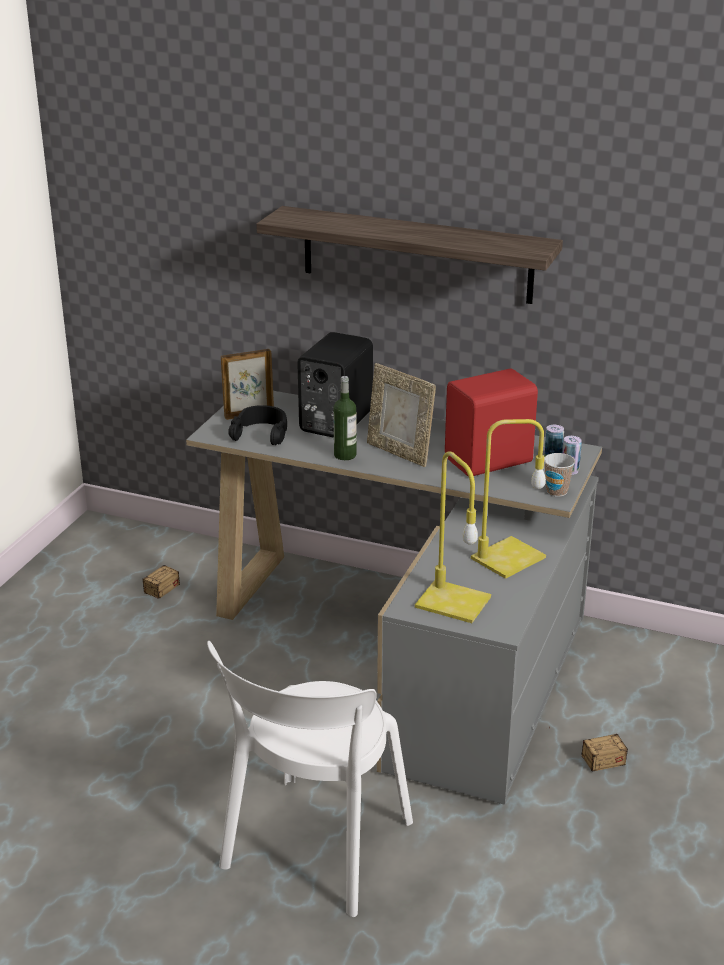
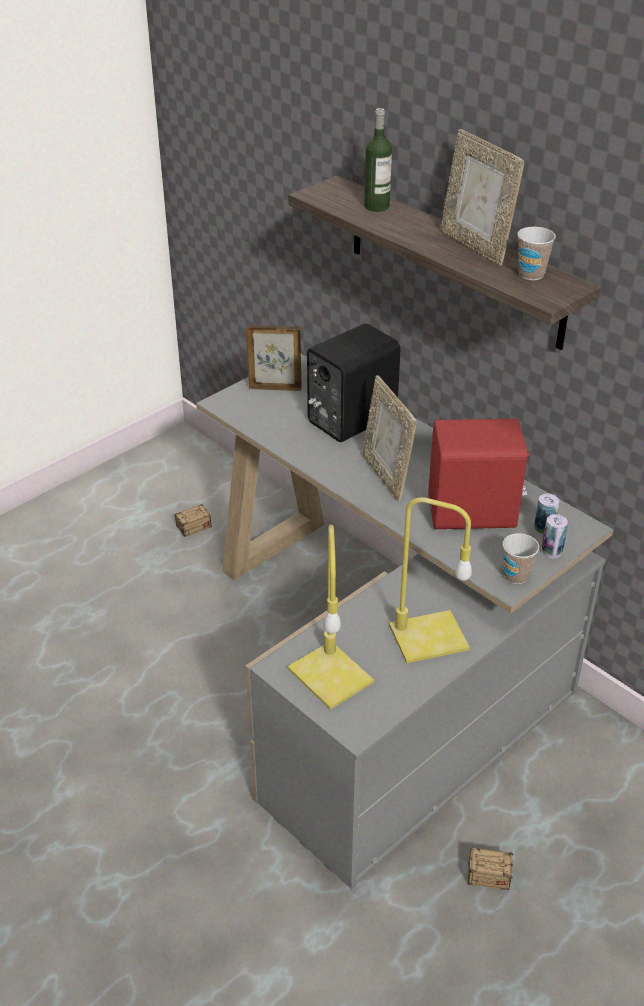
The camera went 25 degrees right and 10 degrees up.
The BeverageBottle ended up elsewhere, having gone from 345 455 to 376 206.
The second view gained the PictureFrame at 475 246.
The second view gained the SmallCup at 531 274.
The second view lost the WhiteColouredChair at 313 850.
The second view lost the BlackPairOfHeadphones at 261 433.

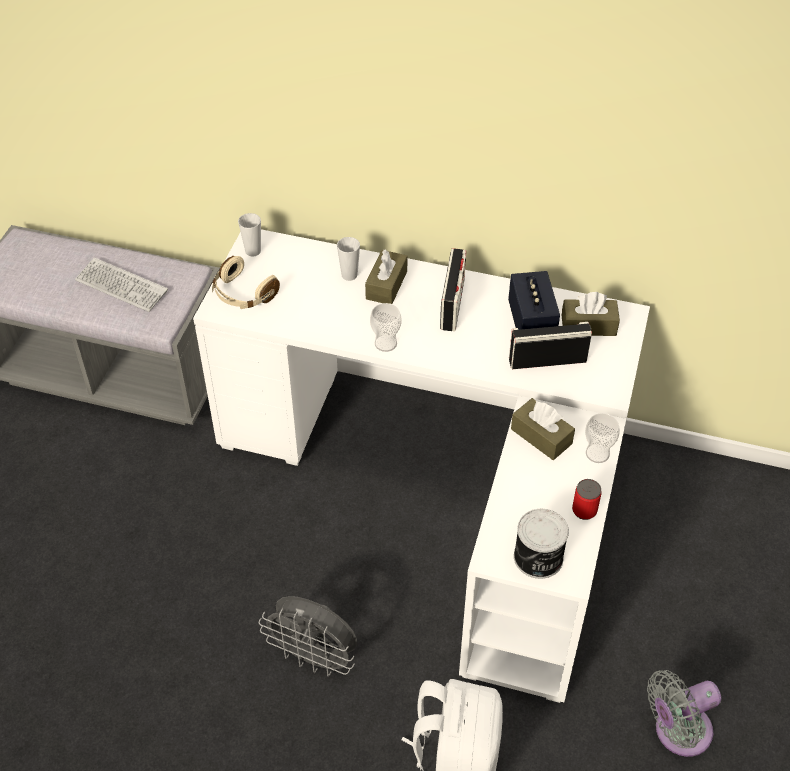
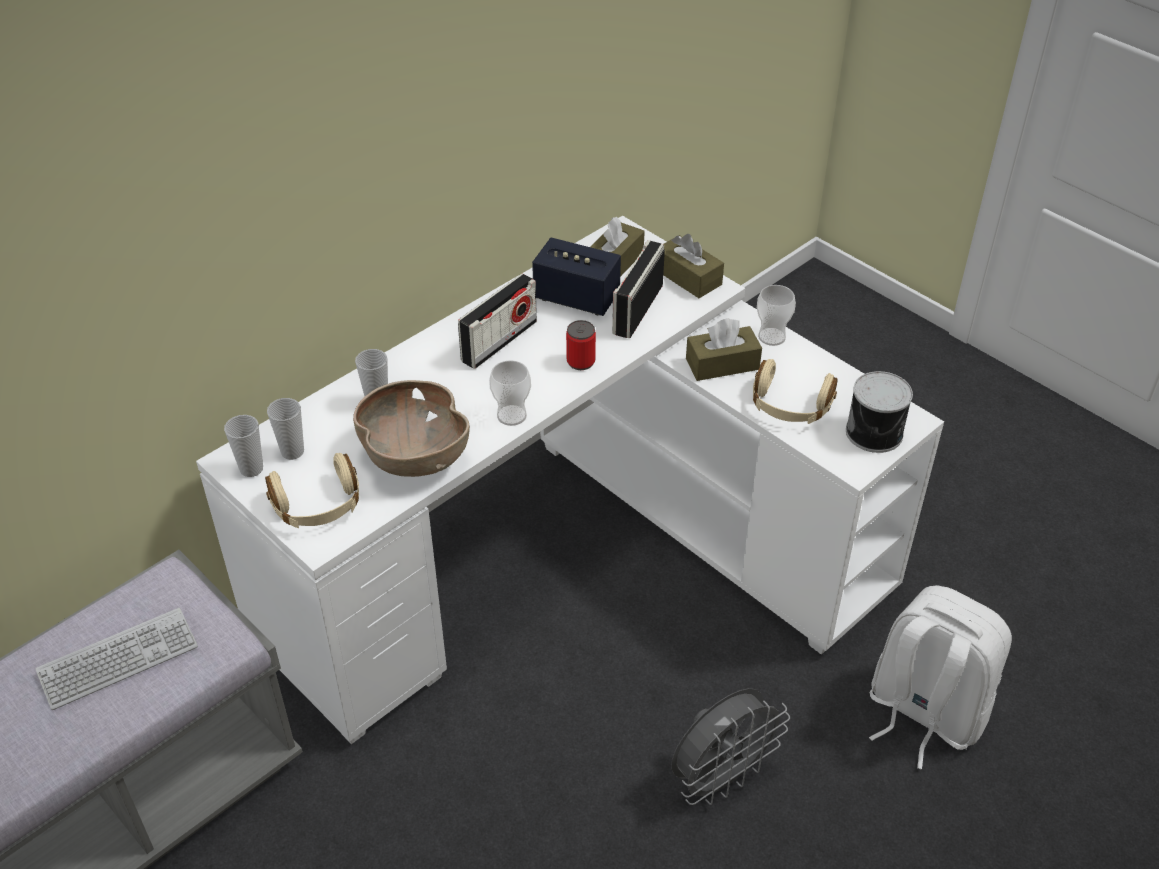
The camera went 60 degrees left and 5 degrees down.
The second view gained the SmallCup at 292 452.
The second view gained the BrownServingBowl at 414 456.
The Radio at 452 304 ended up facing another way, 90 degrees clockwise from before.
The MetalCan ended up elsewhere, having gone from 584 510 to 580 362.
The BrownTissueHolder ended up elsewhere, having gone from 386 285 to 688 277.
The second view gained the BeigeColouredPairOfHeadphones at 790 406.
The second view lost the GreyishCoolingFan at 677 732.

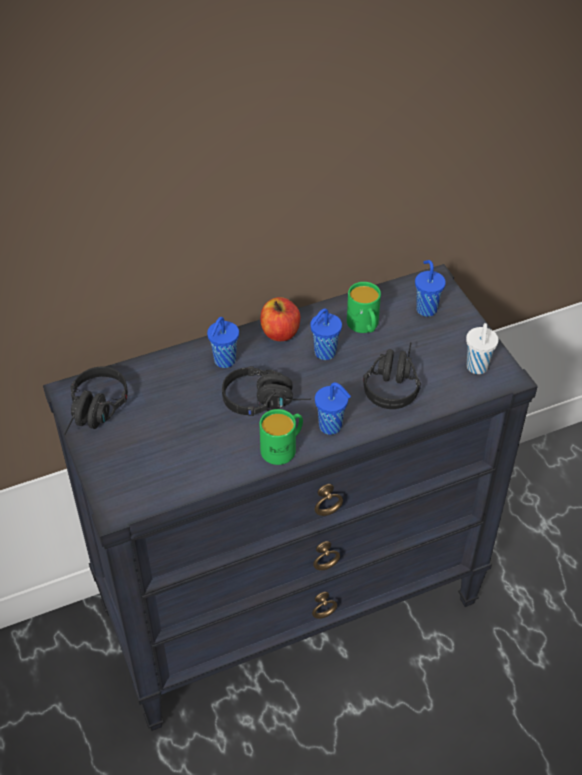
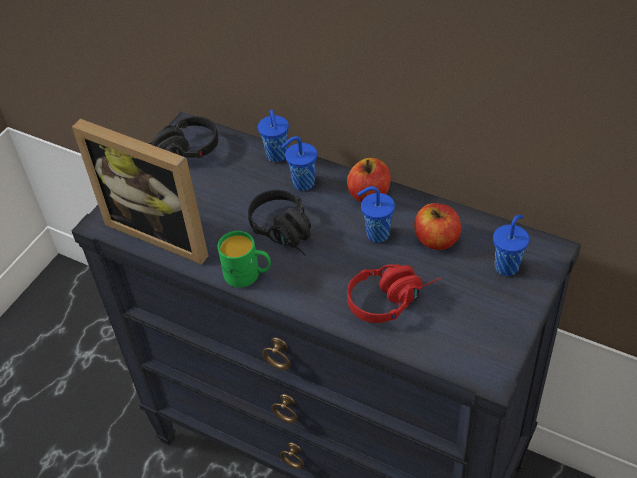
The camera went 55 degrees right and 0 degrees up.
The second view gained the PictureFrame at 164 230.
The BlueColouredSmallCup ended up elsewhere, having gone from 331 427 to 277 156.
What was the BlackPairOfHeadphones at 392 382 turned into the RedPairOfHeadphones at 393 297.
Where the GreenColouredCoffeeMug stood at 364 326, the WholeApple came to stand at 437 239.
The second view lost the WhiteColouredSmallCup at 477 368.

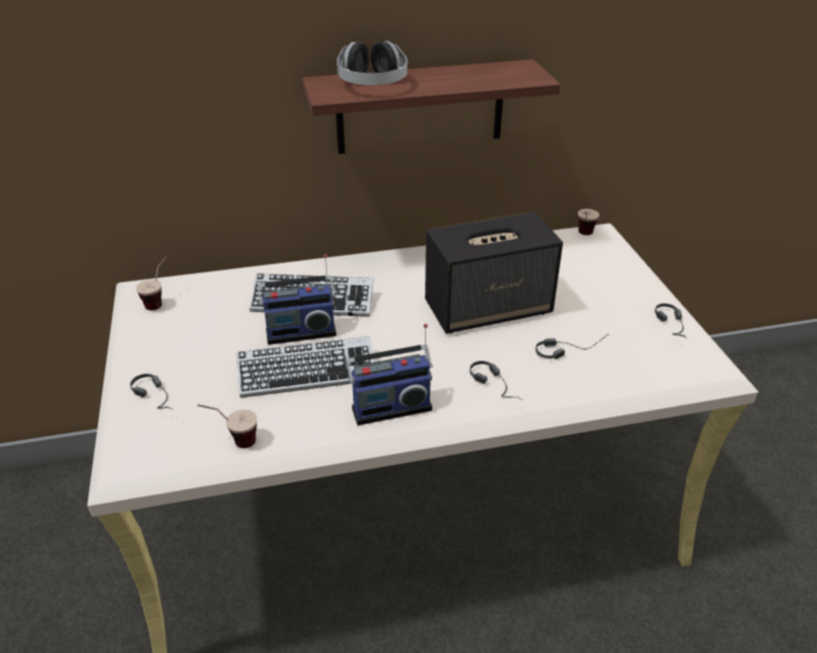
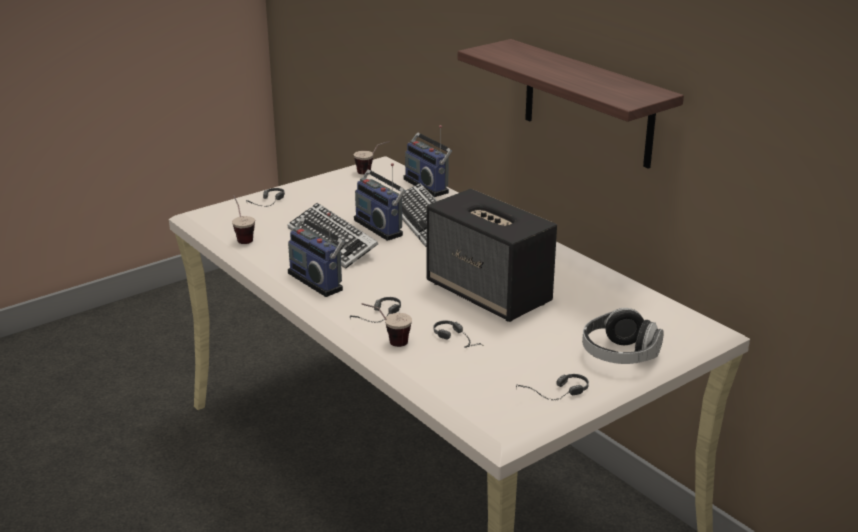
The camera went 65 degrees right and 10 degrees down.
The SmallCup ended up elsewhere, having gone from 583 236 to 387 342.
The second view gained the Radio at 428 185.
The PairOfHeadphones ended up elsewhere, having gone from 372 85 to 619 355.

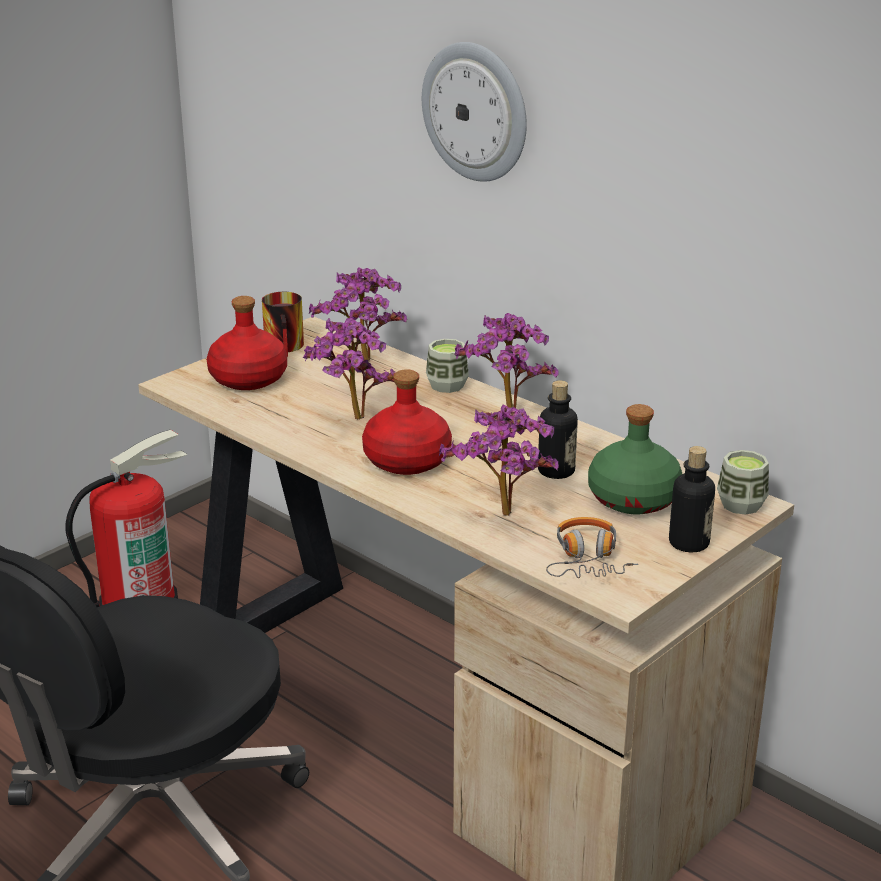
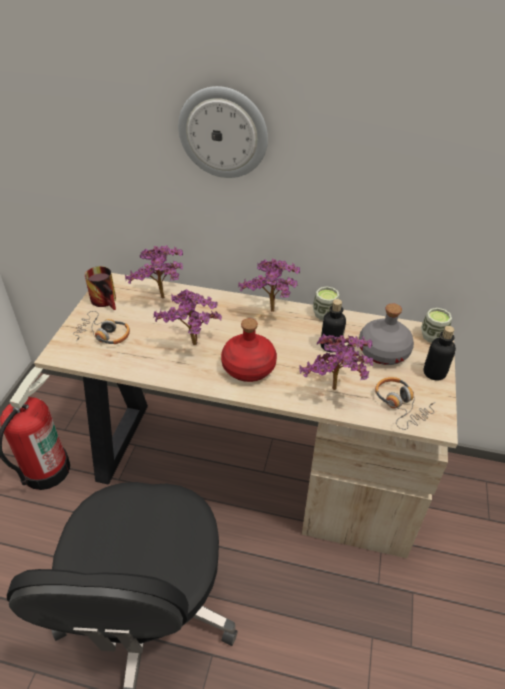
The camera went 30 degrees left and 15 degrees up.
Where the RedBeverageBottle stood at 248 379, the PairOfHeadphones came to stand at 103 334.
The SmallCup ended up elsewhere, having gone from 447 385 to 324 314.
What was the GreenColouredBeverageBottle at 634 499 turned into the GreyishBeverageBottle at 384 351.

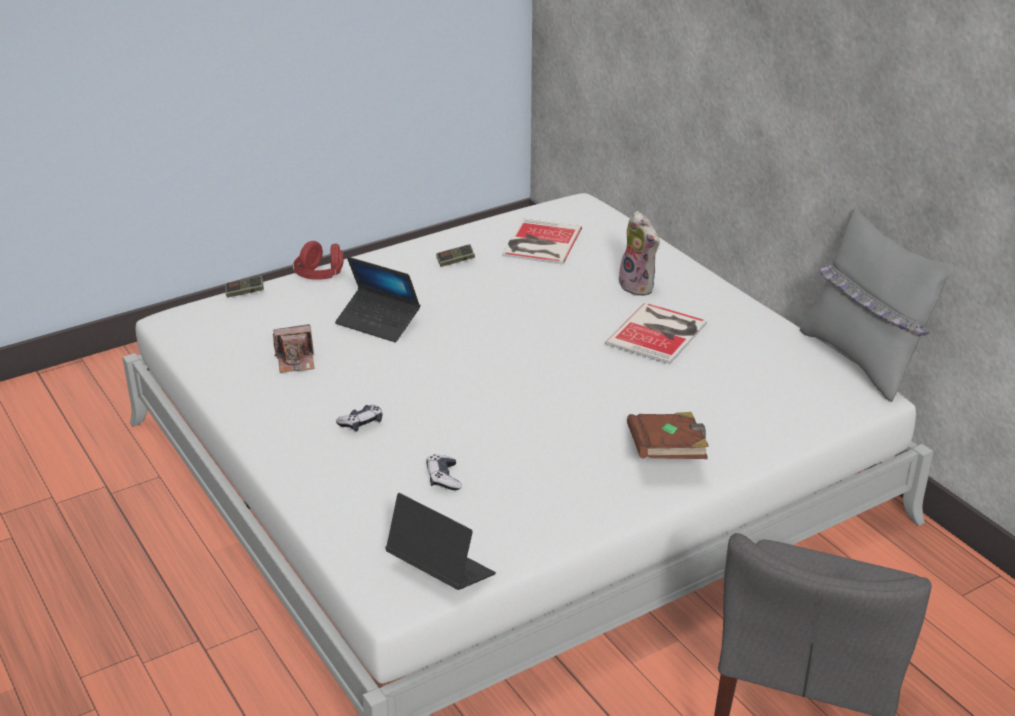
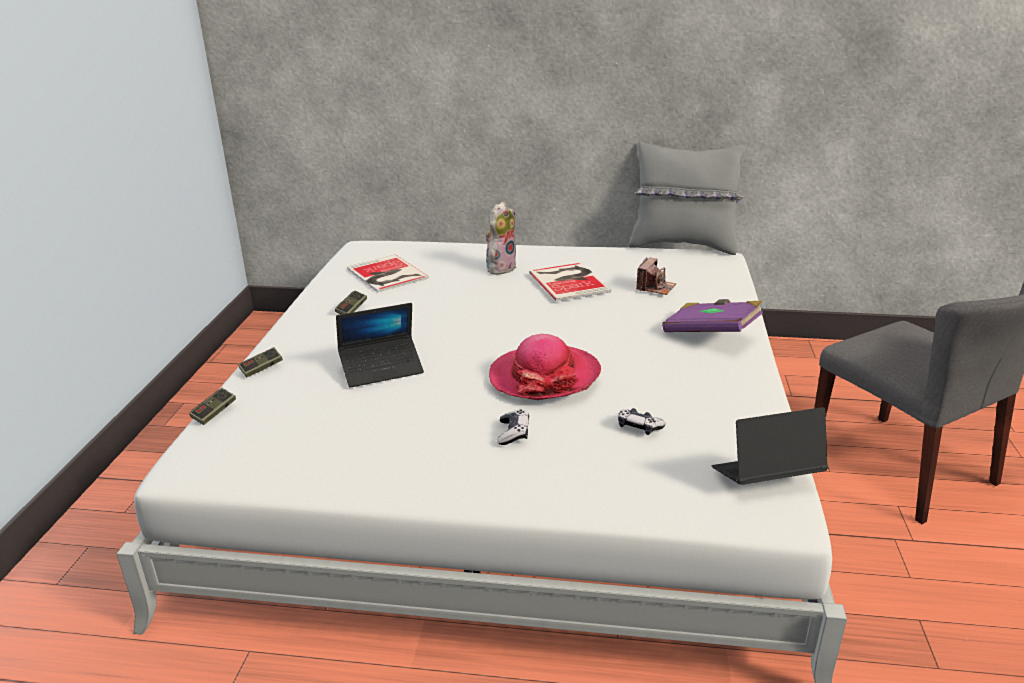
The camera went 50 degrees left and 5 degrees down.
Where the RedPairOfHeadphones stood at 320 276, the Gamepad came to stand at 261 368.
The SoftToy at 639 286 ended up facing another way, 60 degrees counterclockwise from before.
The second view gained the WearableHat at 544 376.
The PhotoCamera ended up elsewhere, having gone from 296 361 to 655 287.
What was the BrownVolume at 667 453 turned into the PurpleColouredVolume at 710 333.

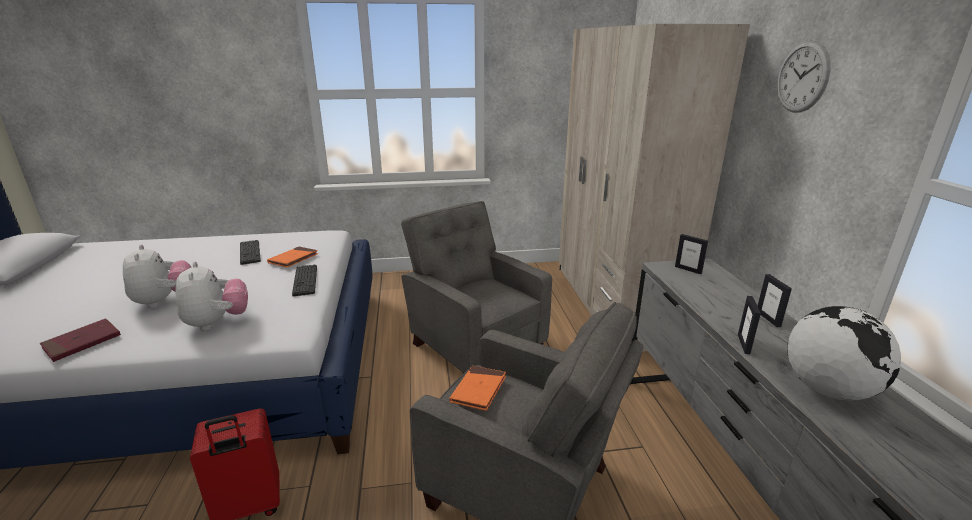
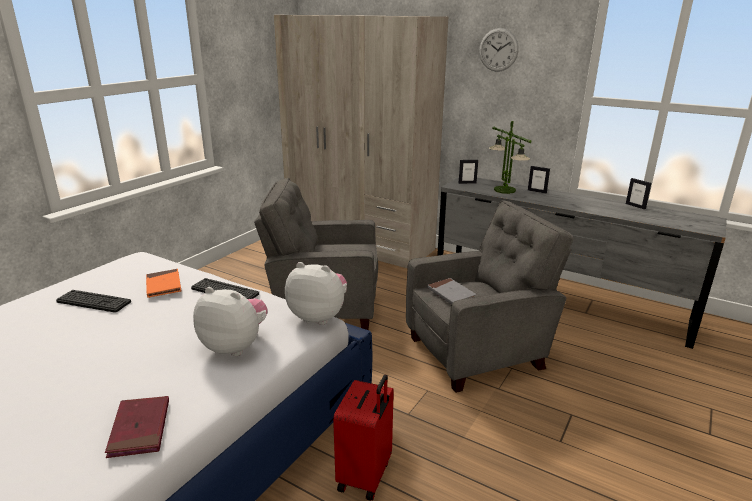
The camera went 50 degrees left and 0 degrees up.
The SoftToy ended up elsewhere, having gone from 164 301 to 319 316.
What was the OrangeColouredVolume at 478 390 turned into the GreyishVolume at 451 294.
The second view gained the TabletopLamp at 504 190.
The PictureFrame ended up elsewhere, having gone from 744 344 to 635 206.
The second view lost the WorldGlobe at 827 389.

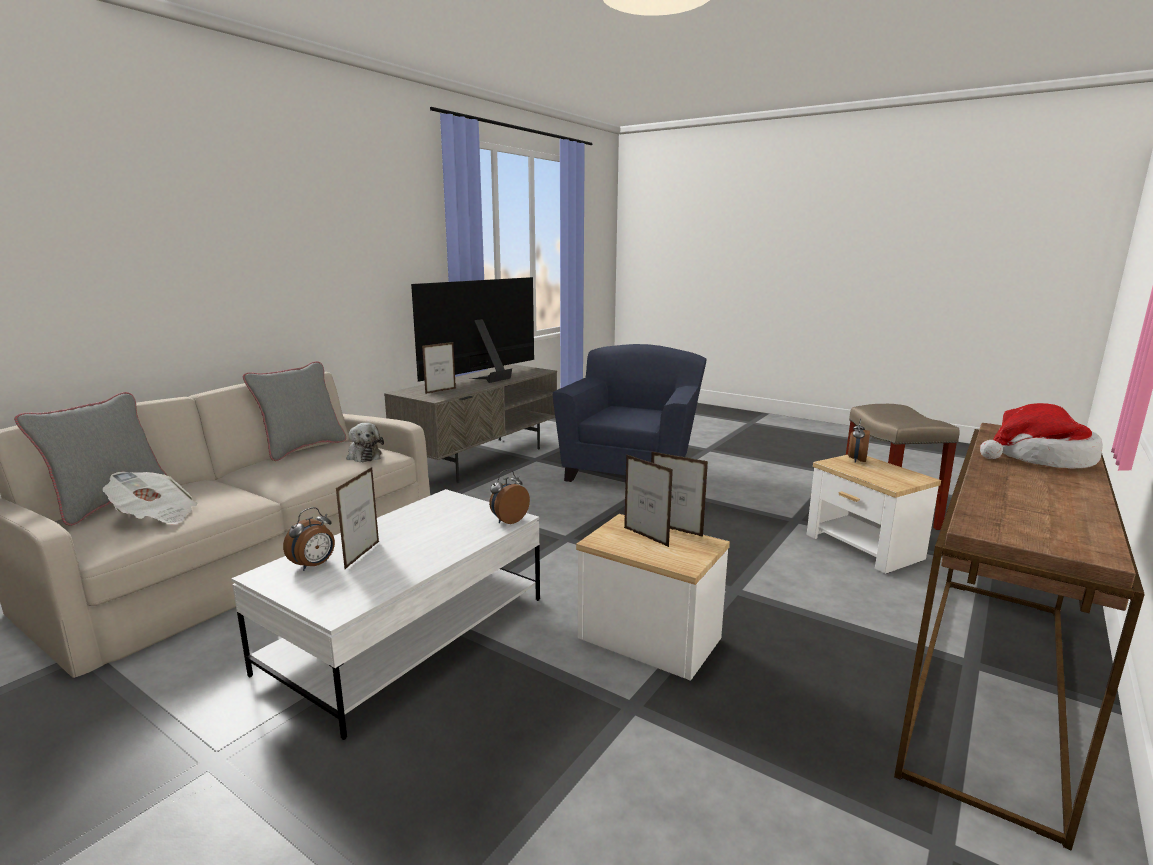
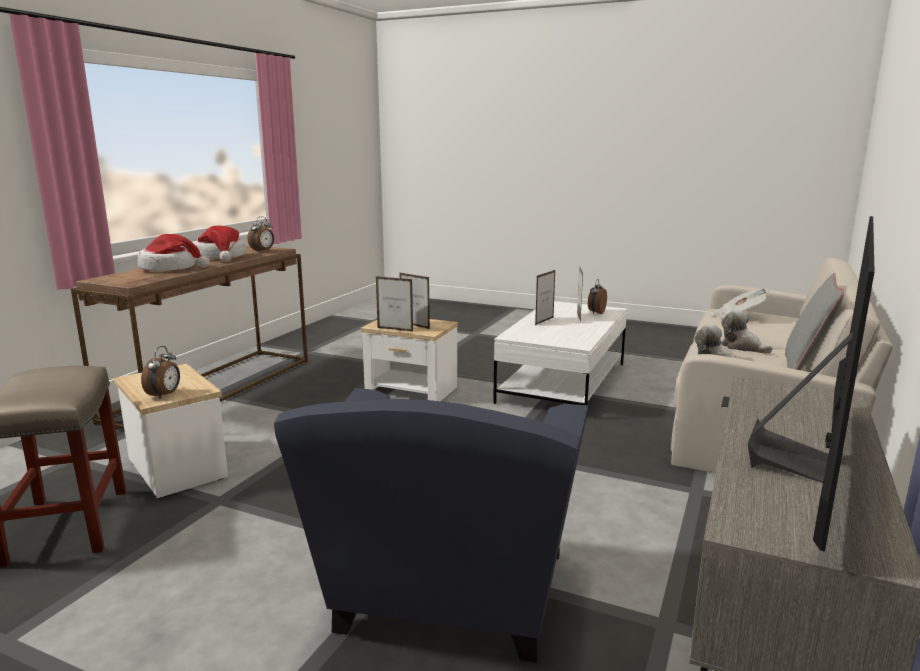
The camera went 170 degrees right and 0 degrees up.
The second view gained the WearableHat at 221 257.
The TableClock ended up elsewhere, having gone from 508 520 to 263 251.
The PictureFrame ended up elsewhere, having gone from 440 391 to 544 321.
The second view gained the SoftToy at 742 347.
The second view lost the GreyishPillow at 111 504.

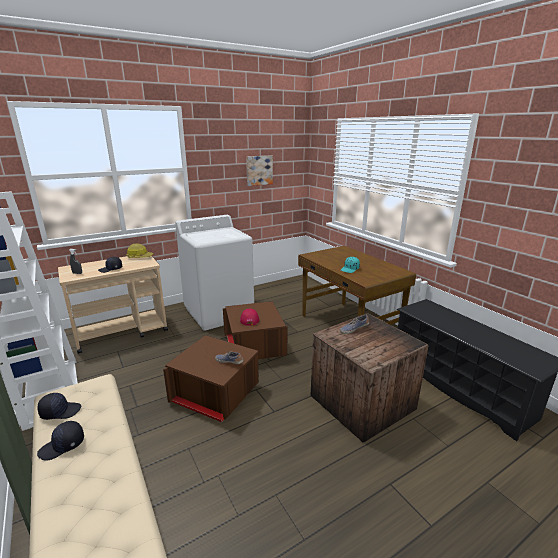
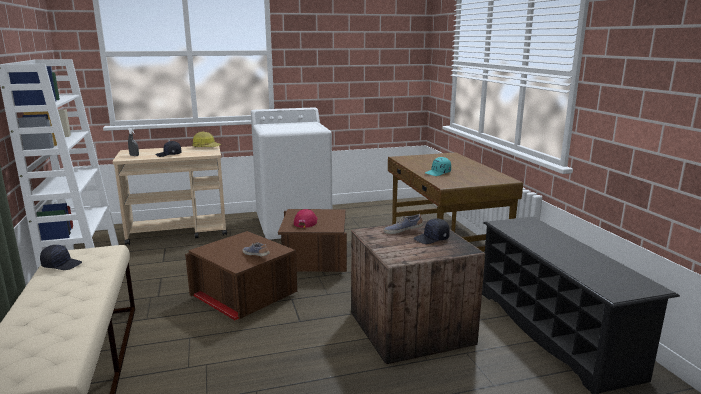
The camera went 15 degrees right and 5 degrees down.
The BlackBaseballCap ended up elsewhere, having gone from 62 446 to 431 239.
The second view lost the WallArt at 259 170.

